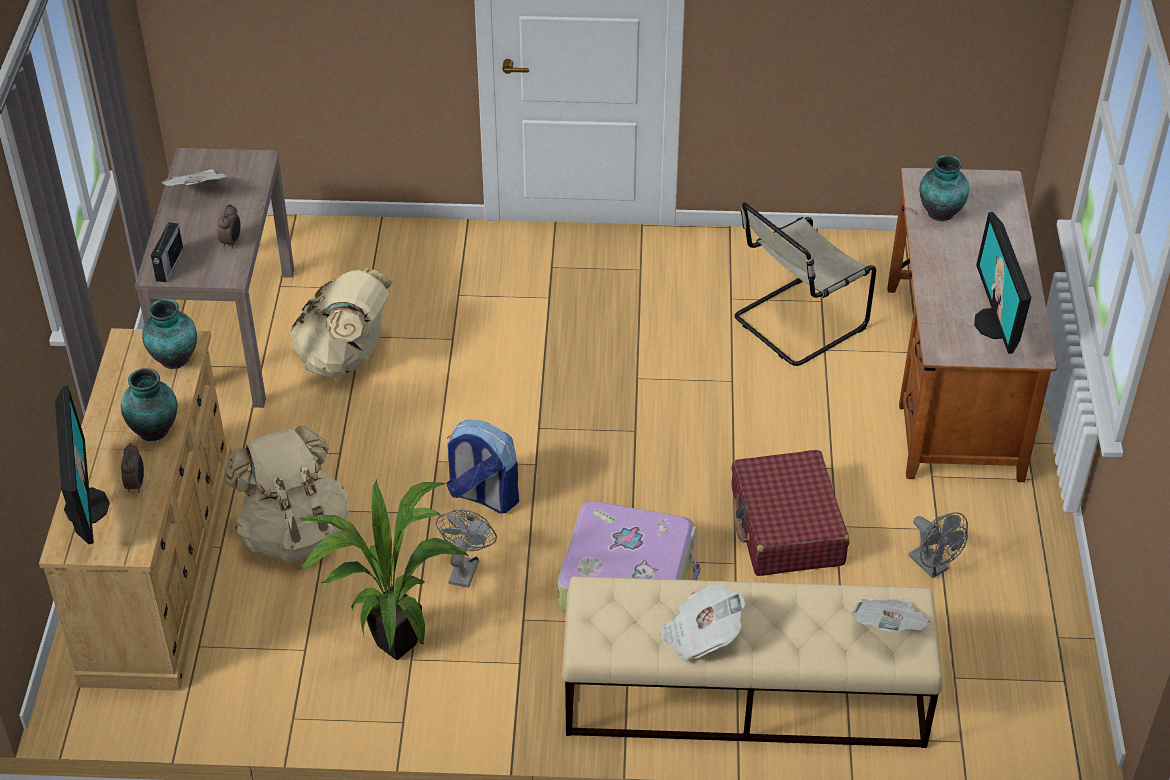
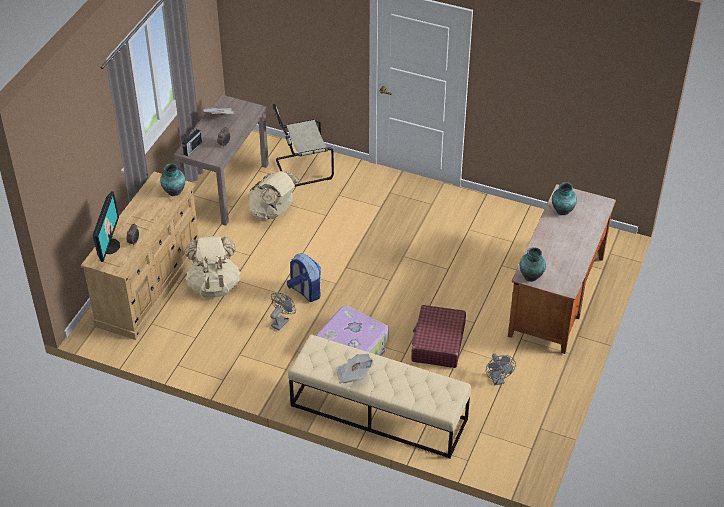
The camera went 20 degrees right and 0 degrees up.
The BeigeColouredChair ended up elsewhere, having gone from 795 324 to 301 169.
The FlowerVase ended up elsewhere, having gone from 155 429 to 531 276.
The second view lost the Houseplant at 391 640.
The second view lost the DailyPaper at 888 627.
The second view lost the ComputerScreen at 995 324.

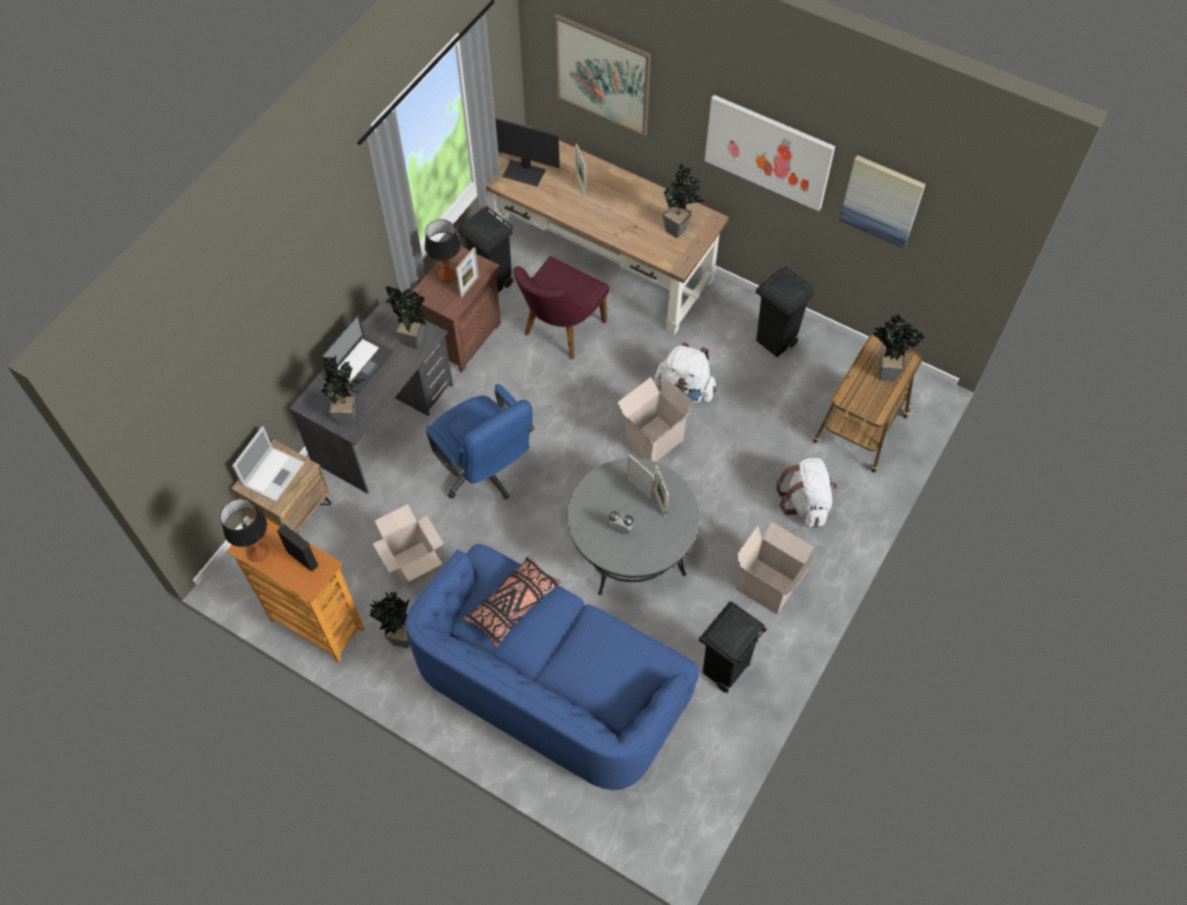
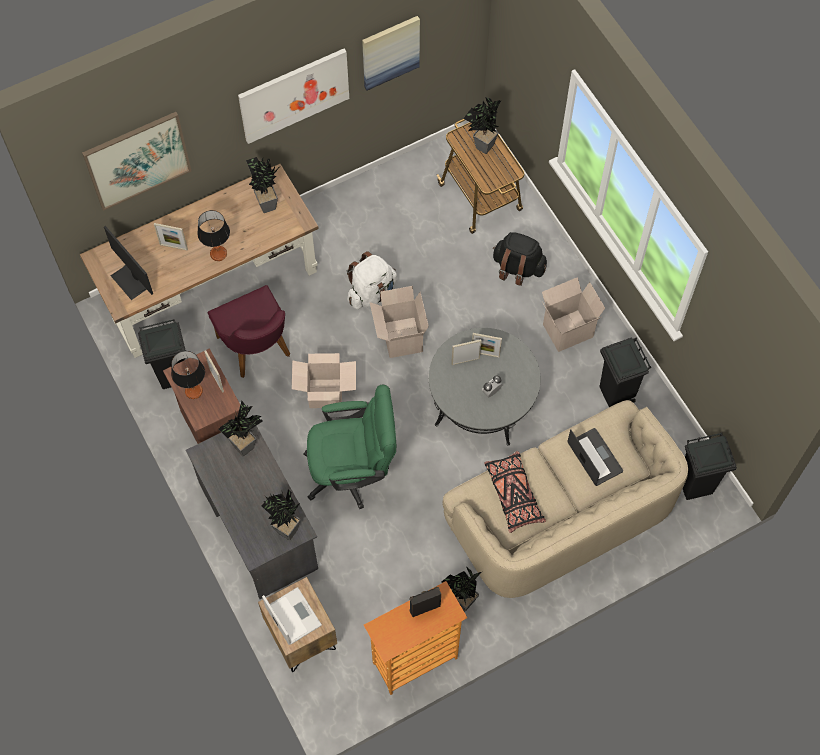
The camera went 60 degrees left and 5 degrees up.
The ComputerScreen at 524 172 ended up facing another way, 90 degrees clockwise from before.
The TabletopLamp ended up elsewhere, having gone from 258 551 to 218 254.
The CardboardBox ended up elsewhere, having gone from 414 564 to 325 394.
What was the BlueColouredComputerChair at 484 471 turned into the GreenColouredComputerChair at 353 471.
What was the BlueColouredCouch at 550 684 turned into the BeigeColouredCouch at 561 515.
What was the WhiteColouredRucksack at 805 503 turned into the BlackRucksack at 517 268.
The Laptop ended up elsewhere, having gone from 361 365 to 594 457.
The BlackWasteBin ended up elsewhere, having gone from 775 342 to 695 485.

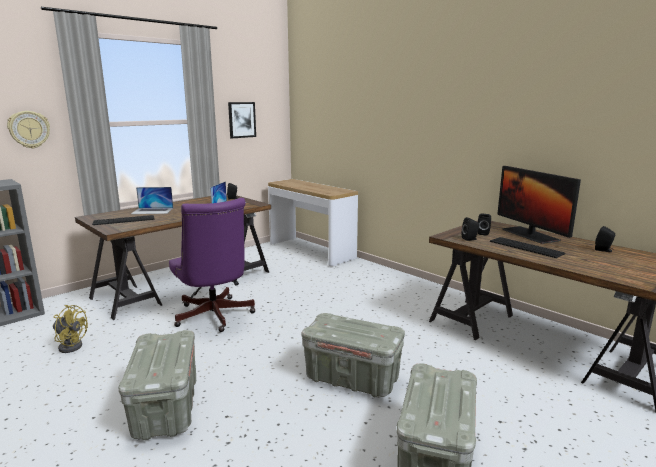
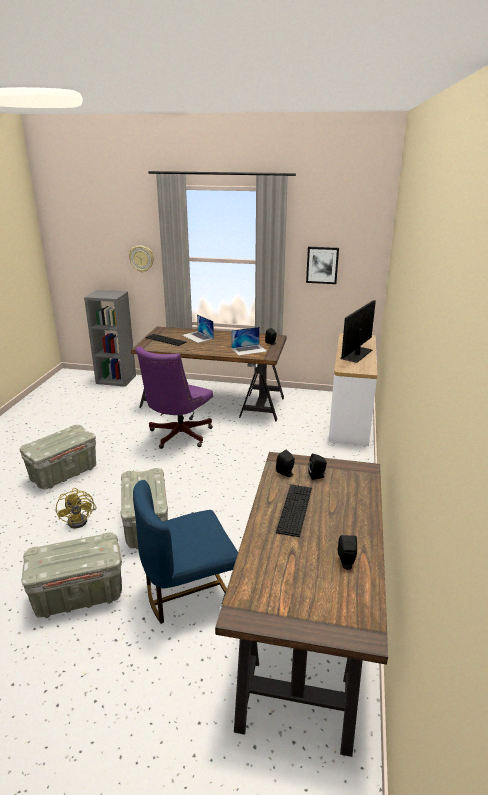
The camera went 55 degrees right and 10 degrees up.
The YellowColouredCoolingFan ended up elsewhere, having gone from 70 345 to 81 519.
The second view gained the BlueColouredChair at 189 592.
The ComputerScreen ended up elsewhere, having gone from 530 235 to 356 354.

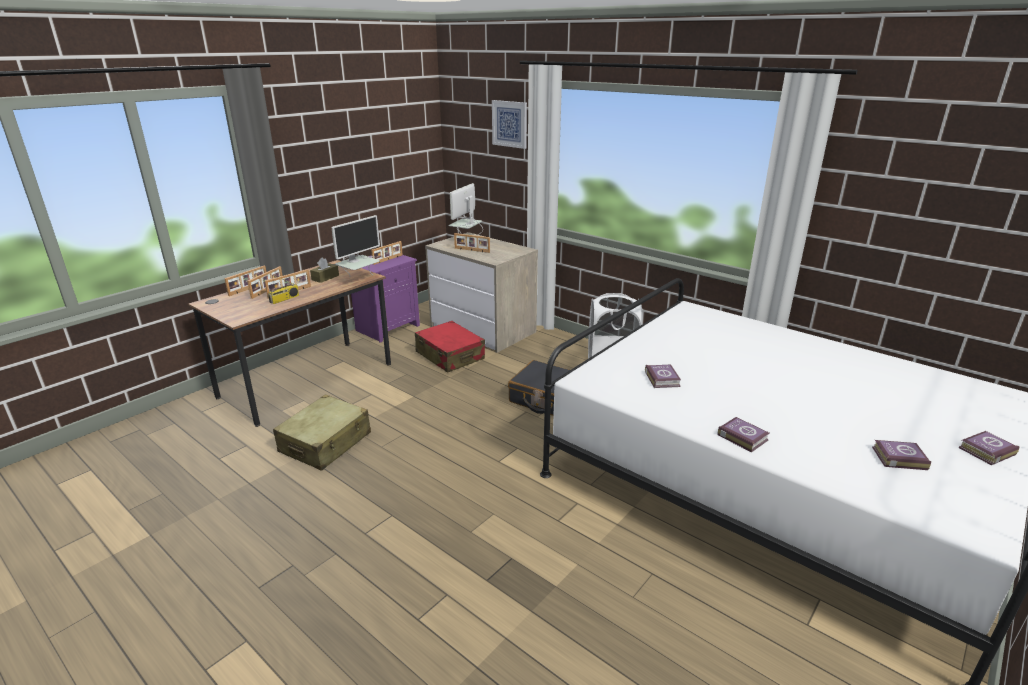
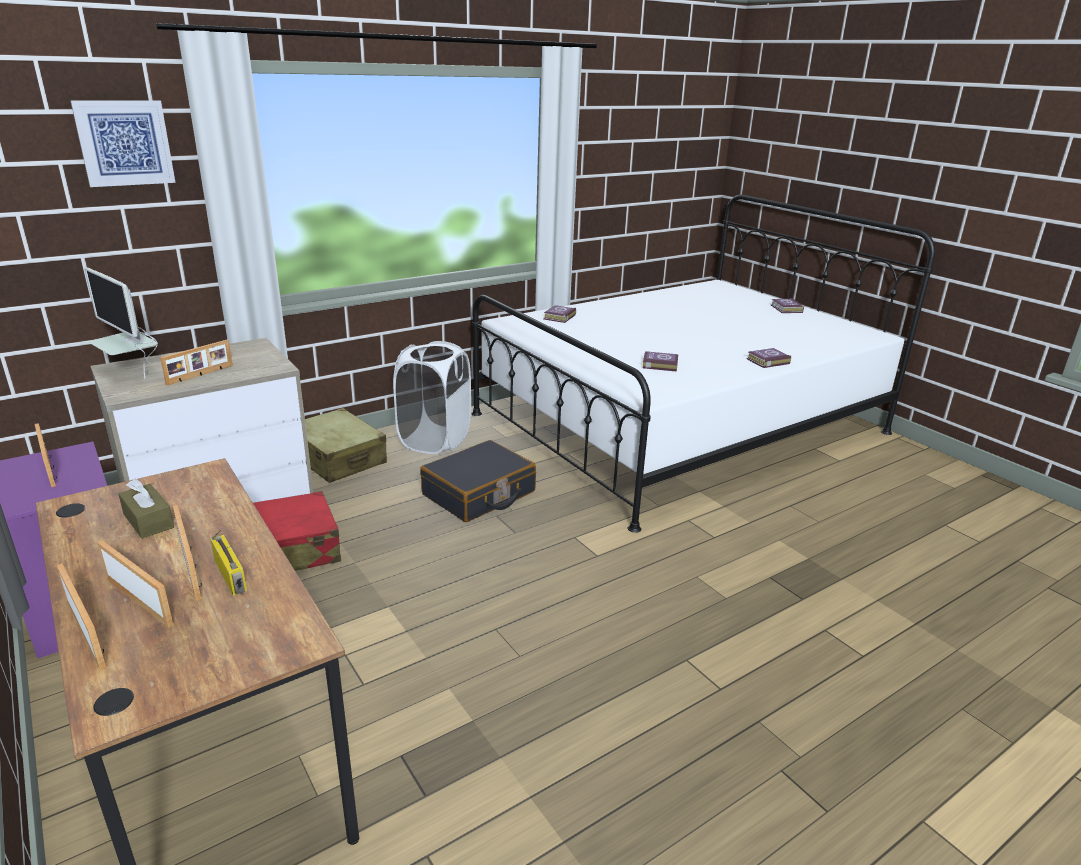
The camera went 75 degrees left and 0 degrees up.
The BeigeColouredTravelCase ended up elsewhere, having gone from 326 443 to 337 458.
The Volume ended up elsewhere, having gone from 897 458 to 558 317.
The second view lost the ComputerScreen at 359 280.

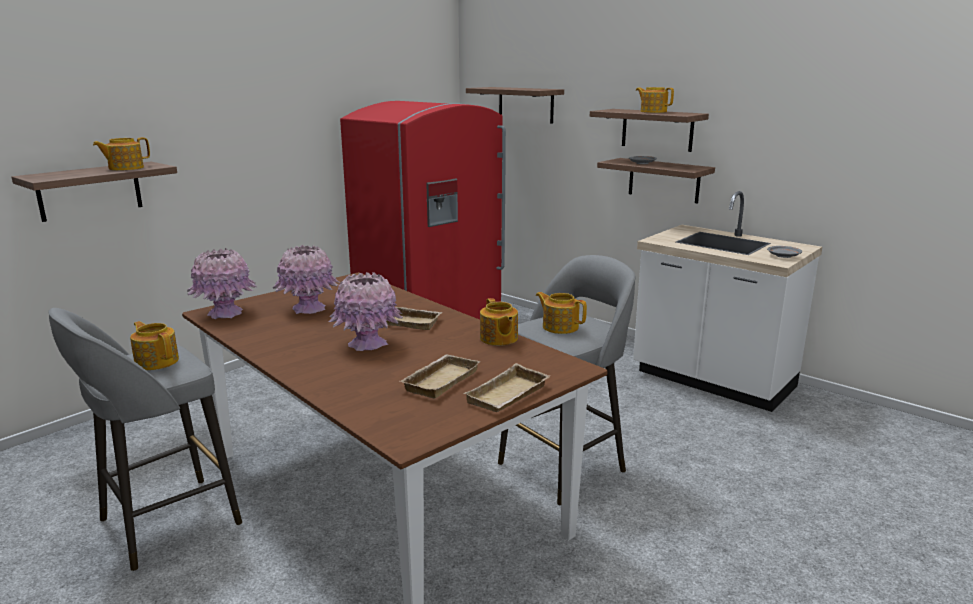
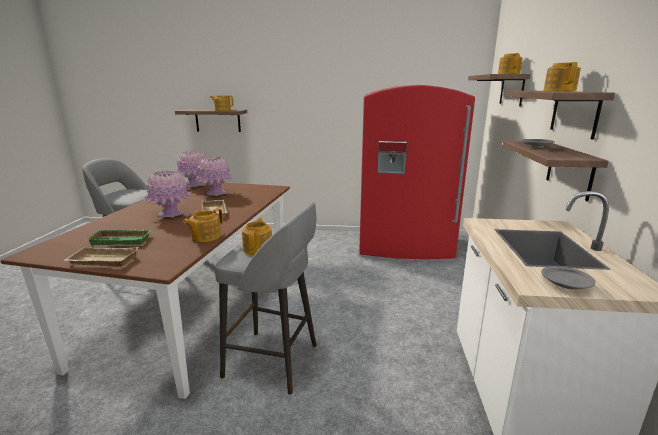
The camera went 55 degrees right and 0 degrees up.
What was the BeigeColouredCarryingTray at 439 380 turned into the GreenColouredCarryingTray at 122 240.
The TeaPot ended up elsewhere, having gone from 157 361 to 509 74.

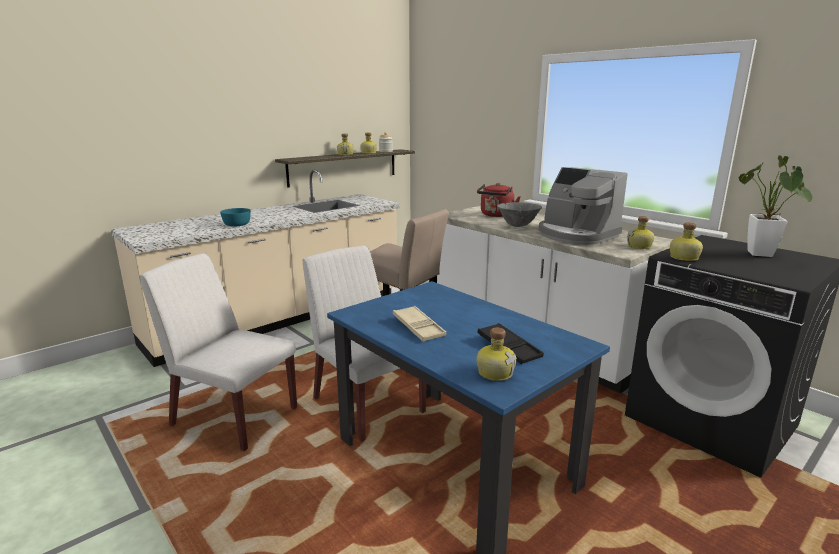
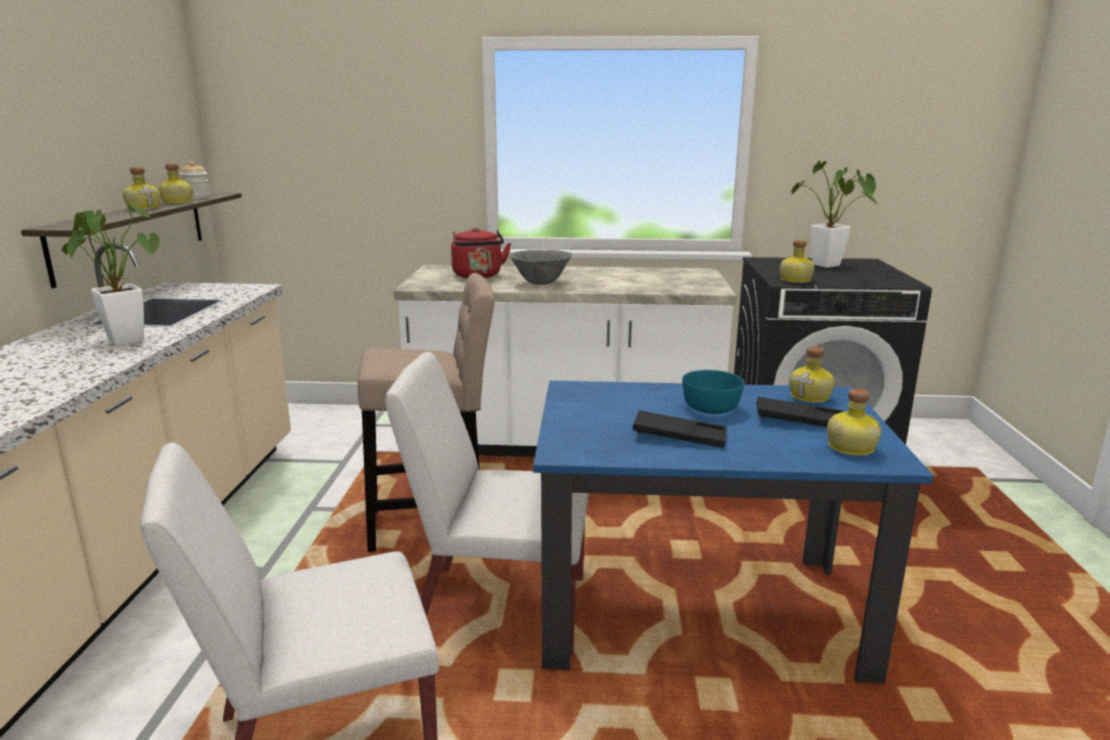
The camera went 45 degrees left and 0 degrees up.
The second view gained the Houseplant at 124 339.
What was the BeigeColouredCarryingTray at 418 328 turned into the BlackCarryingTray at 679 436.
The TurquoiseColouredServingBowl ended up elsewhere, having gone from 236 224 to 711 408.
The BeverageBottle ended up elsewhere, having gone from 640 246 to 811 397.
The second view lost the CoffeeMachine at 576 235.

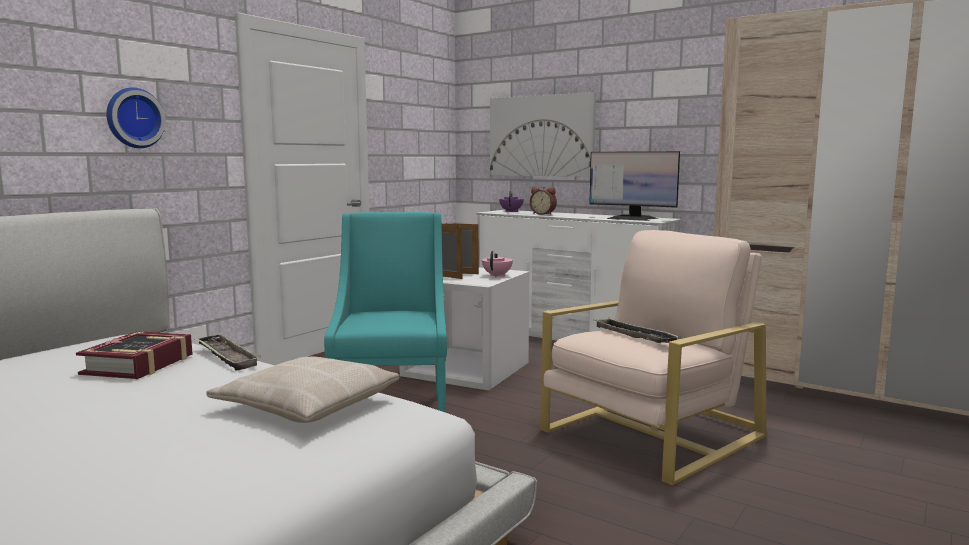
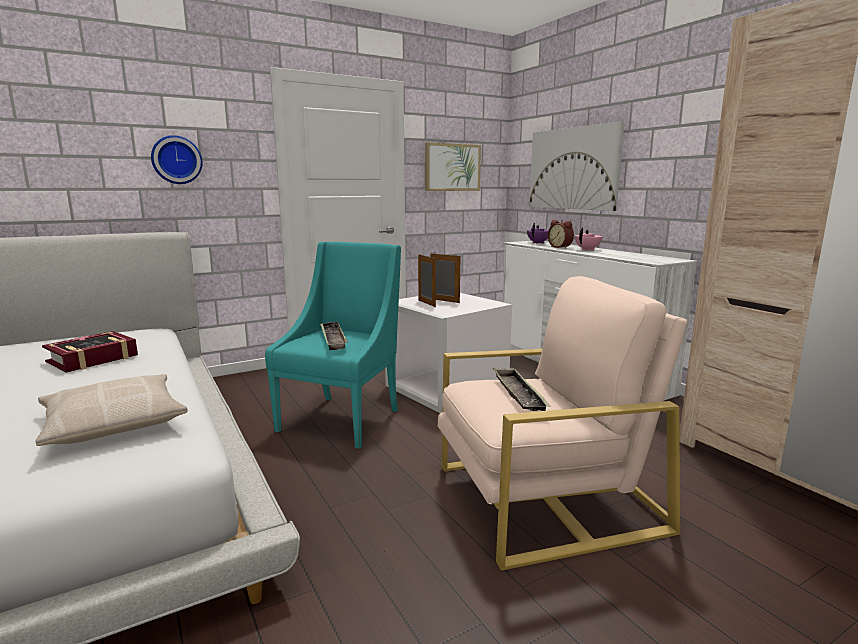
The camera went 25 degrees right and 5 degrees up.
The CarryingTray ended up elsewhere, having gone from 226 356 to 333 339.
The second view gained the WallArt at 452 167.
The PinkTeaPot ended up elsewhere, having gone from 497 276 to 588 250.
The second view lost the ComputerScreen at 632 218.

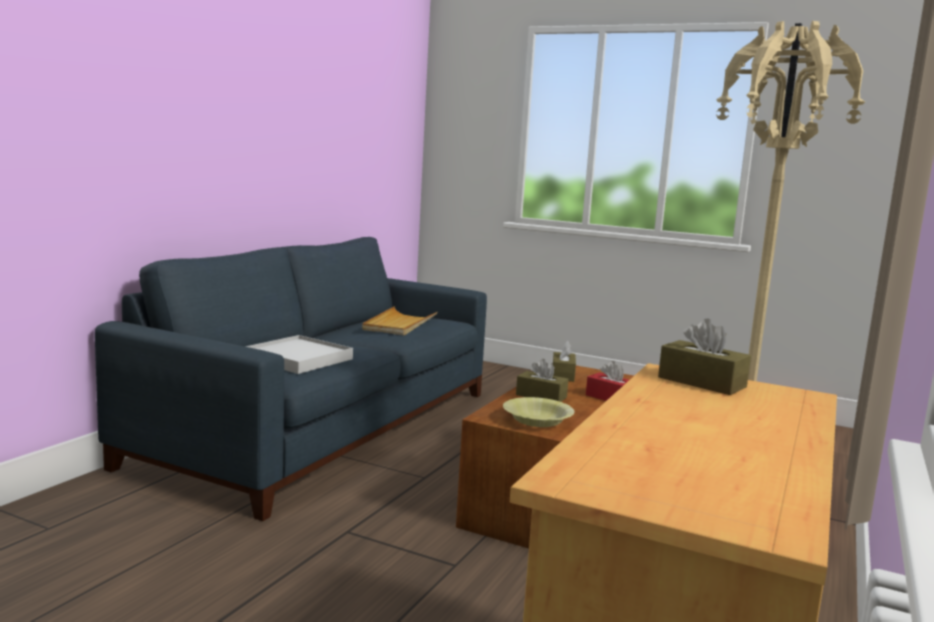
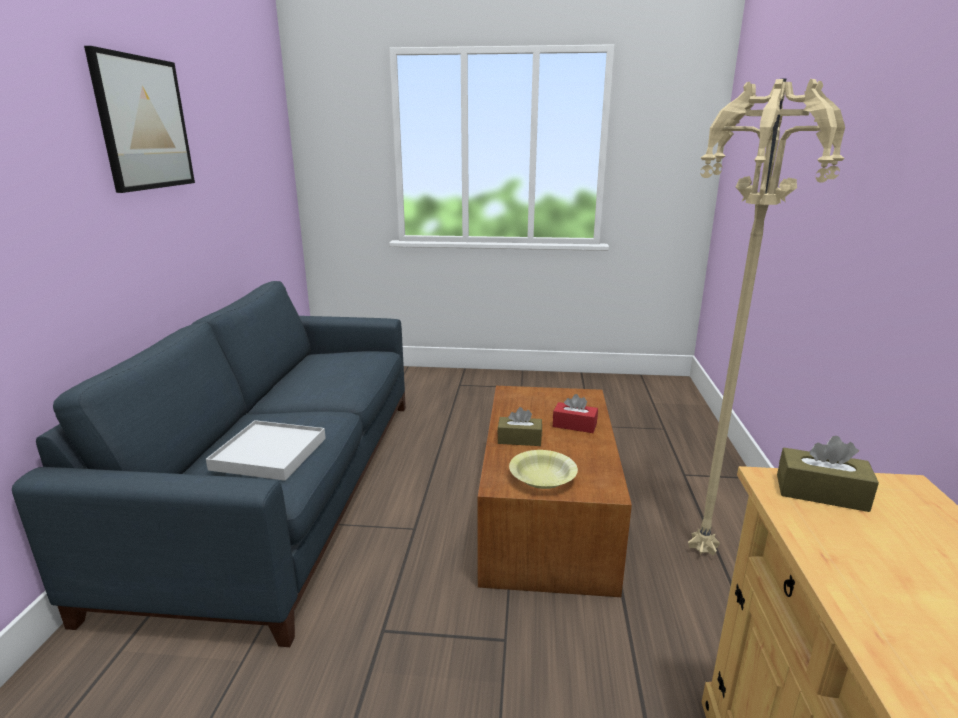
The camera went 20 degrees left and 10 degrees up.
The second view gained the WallArt at 143 123.
The second view lost the BeigeColouredCarryingTray at 399 324.
The second view lost the BrownTissueHolder at 562 375.

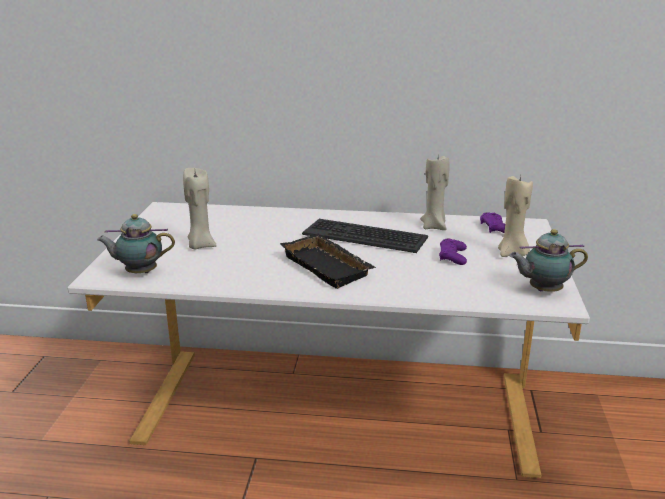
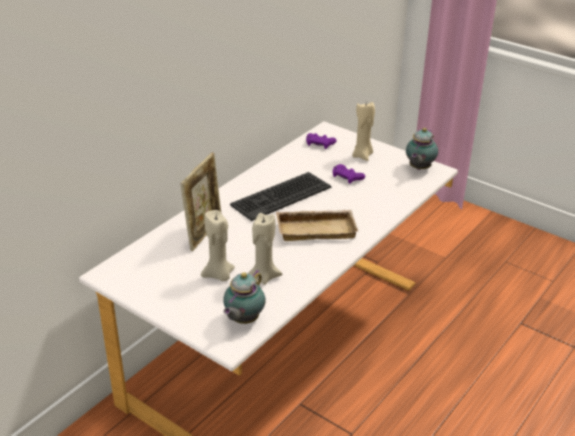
The camera went 60 degrees left and 10 degrees up.
The second view gained the PictureFrame at 204 233.
The BeigeColouredWaxLight ended up elsewhere, having gone from 434 226 to 263 276.
What was the BlackCarryingTray at 329 266 turned into the BeigeColouredCarryingTray at 317 229.

